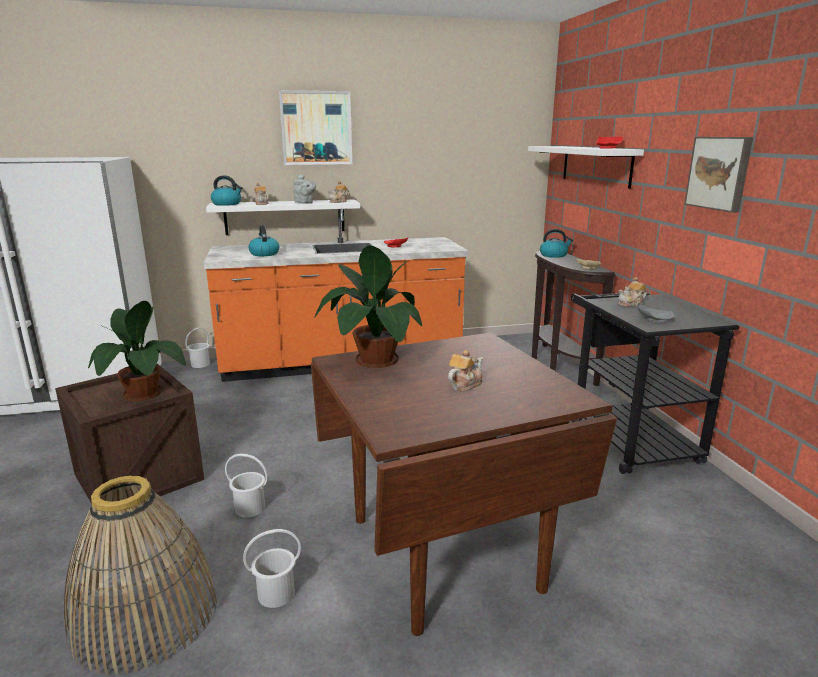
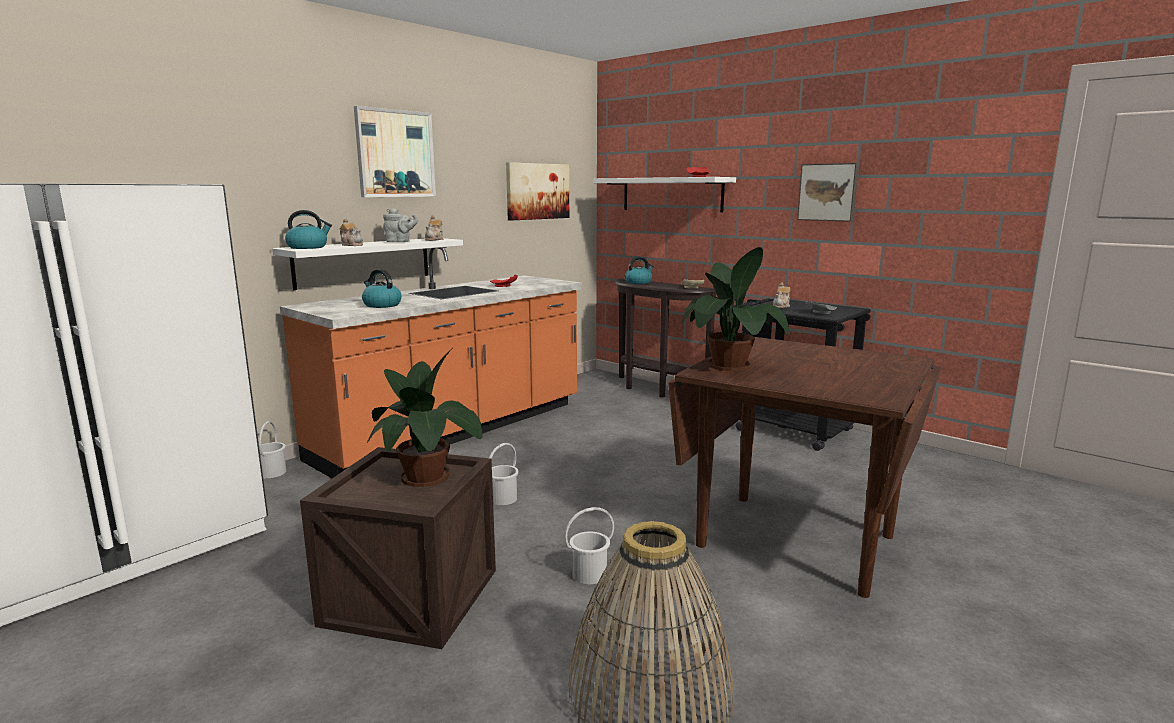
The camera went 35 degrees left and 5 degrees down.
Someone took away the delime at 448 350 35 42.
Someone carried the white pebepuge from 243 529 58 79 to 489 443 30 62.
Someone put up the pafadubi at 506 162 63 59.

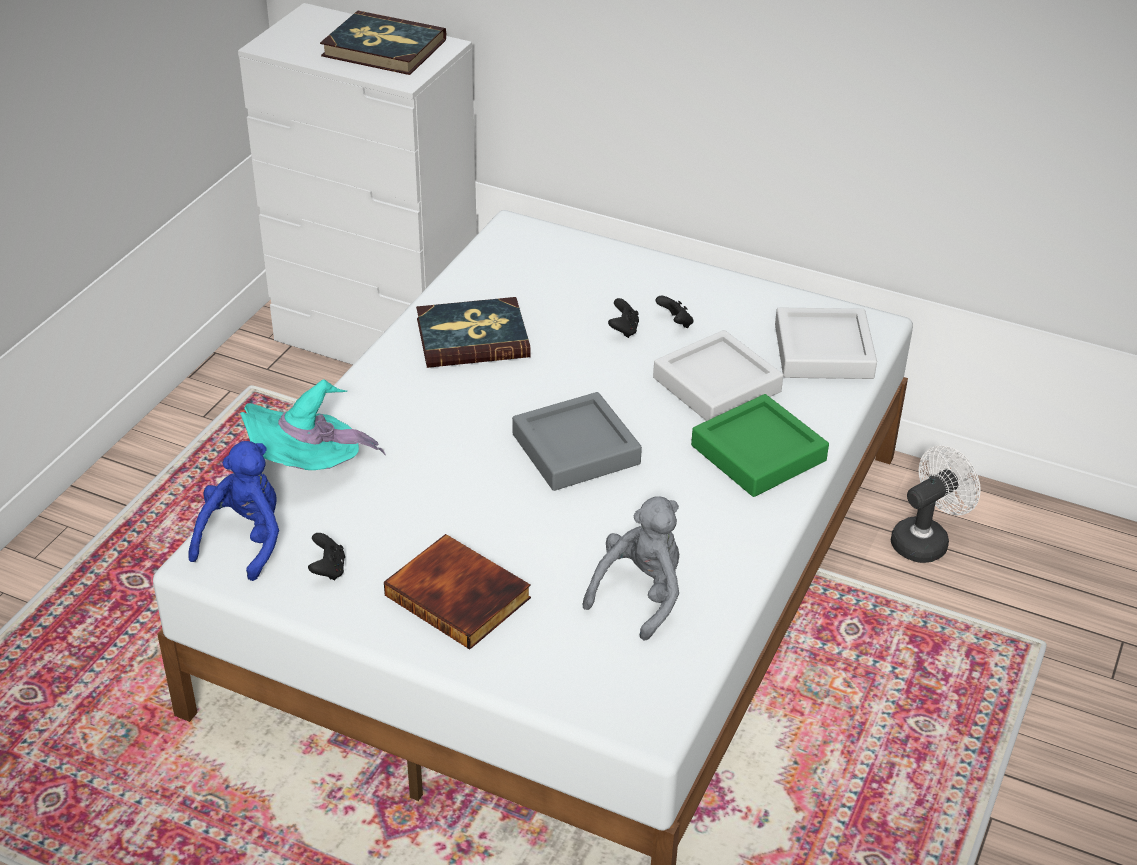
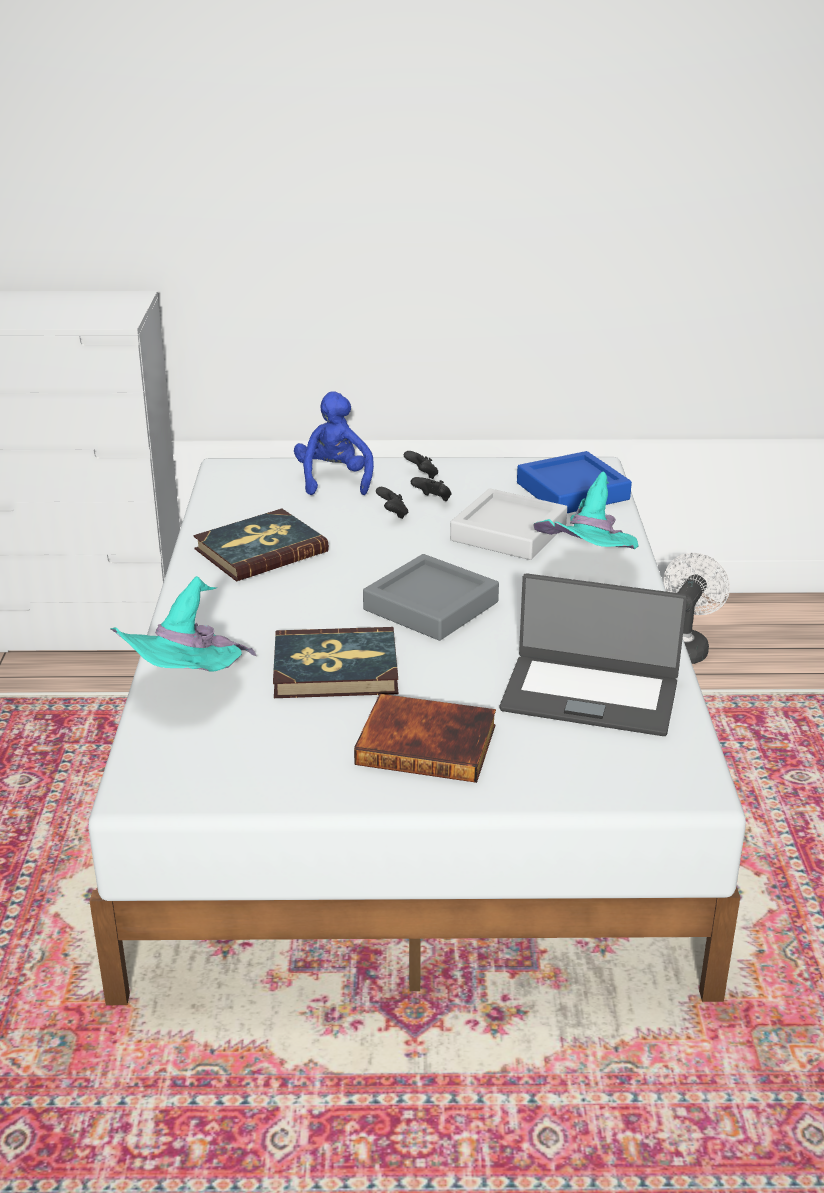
The camera went 25 degrees left and 10 degrees down.
Someone carried the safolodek from 320 11 126 64 to 273 627 125 71.
Someone repainted the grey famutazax at 775 308 102 71, which became the blue famutazax at 517 451 115 62.
Someone swapped the green famutazax at 691 394 138 103 for the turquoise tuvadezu at 533 472 106 77.
Someone carried the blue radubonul from 188 441 91 140 to 294 391 80 104.
Someone swapped the grey radubonul at 583 496 96 144 for the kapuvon at 500 573 187 163.
Someone carried the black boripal from 308 533 37 47 to 404 451 34 28.

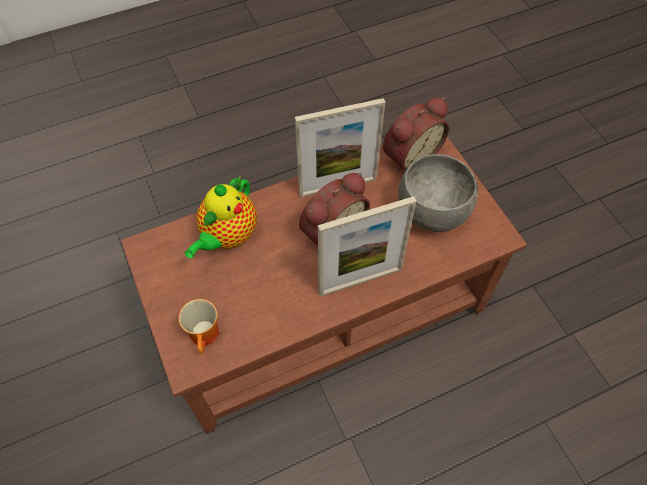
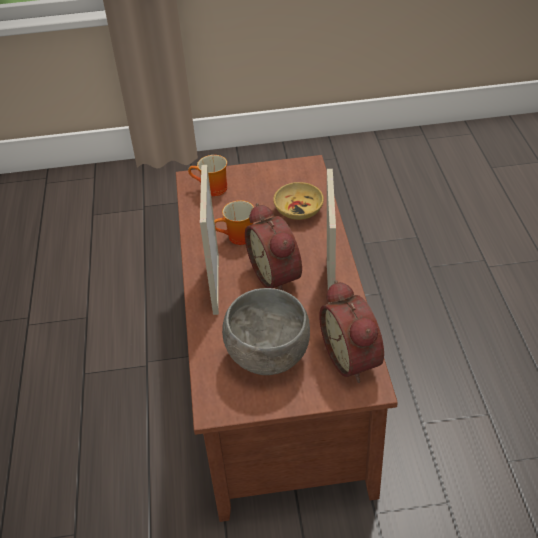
The camera went 110 degrees right and 15 degrees down.
Someone swapped the delime at 185 176 72 83 for the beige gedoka at 273 182 51 38.
Someone put down the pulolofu at 214 200 40 45.

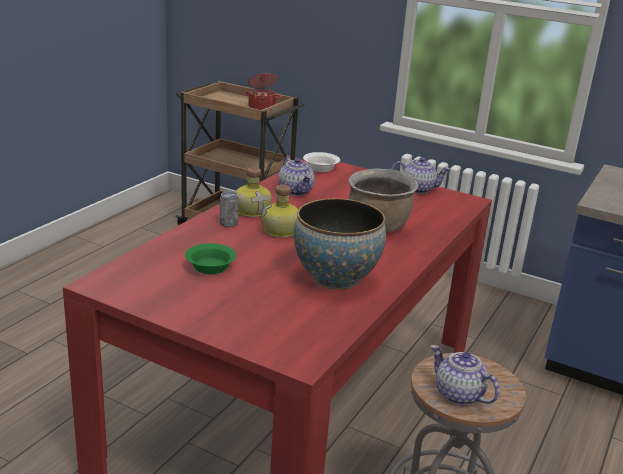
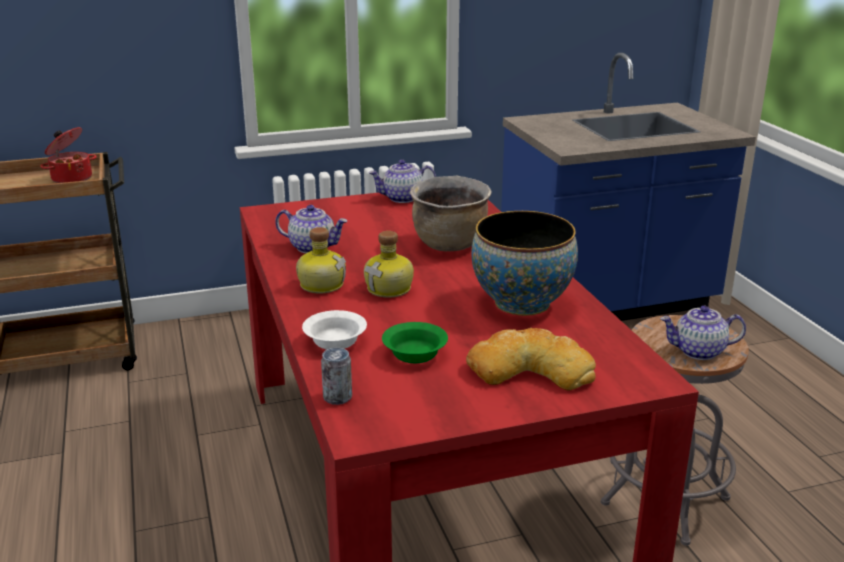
The camera went 45 degrees left and 0 degrees up.
Someone carried the white gedoka from 303 152 37 20 to 302 310 65 40.
Someone rotated the delime at 391 157 59 37 by 150 degrees counterclockwise.
Someone carried the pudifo from 220 192 19 35 to 321 348 31 57.
Someone put down the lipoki at 466 328 130 63.

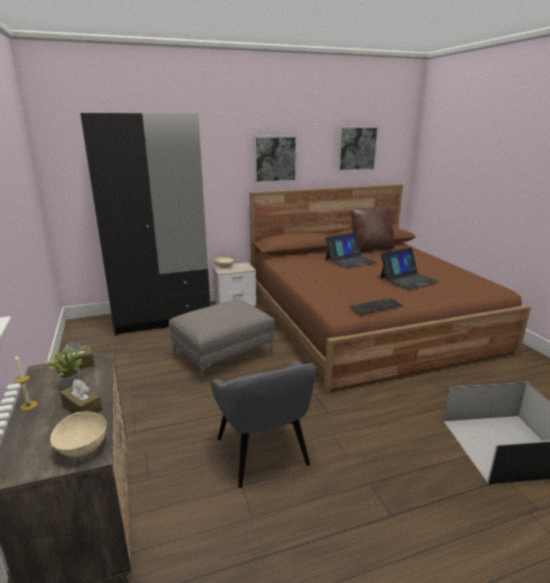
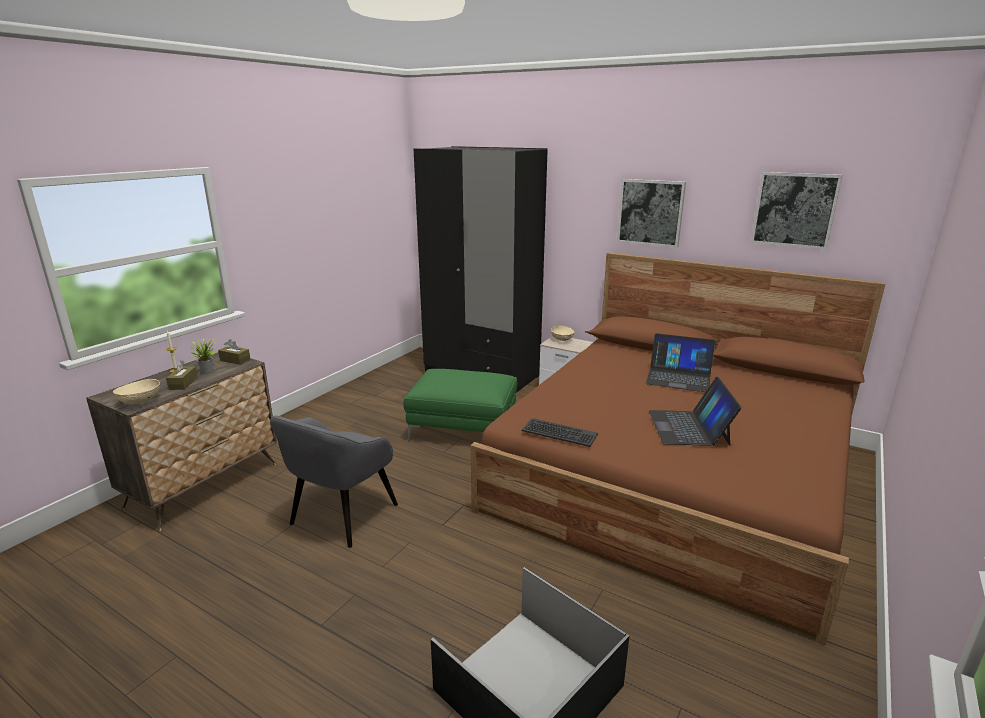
The camera went 50 degrees right and 0 degrees up.
Someone took away the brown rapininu at 351 206 44 47.
Someone rotated the kapuvon at 380 247 60 43 by 75 degrees clockwise.
Someone repainted the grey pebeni at 169 299 106 84, which became the green pebeni at 403 369 114 72.

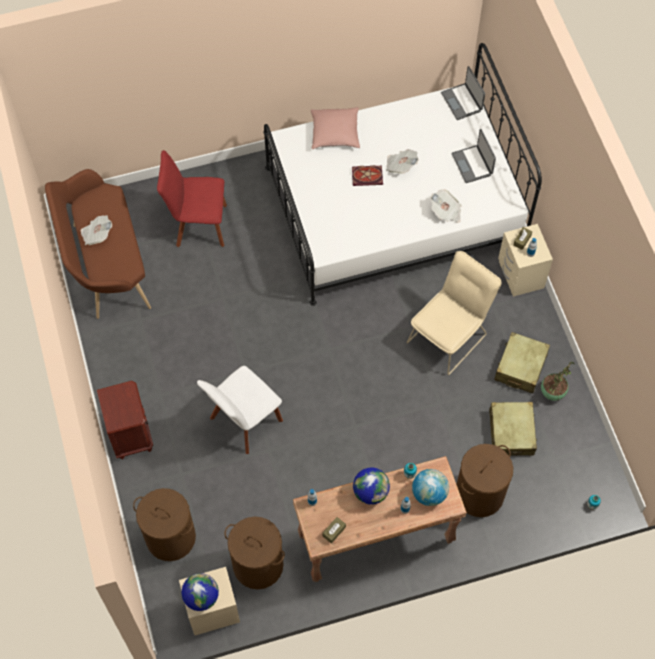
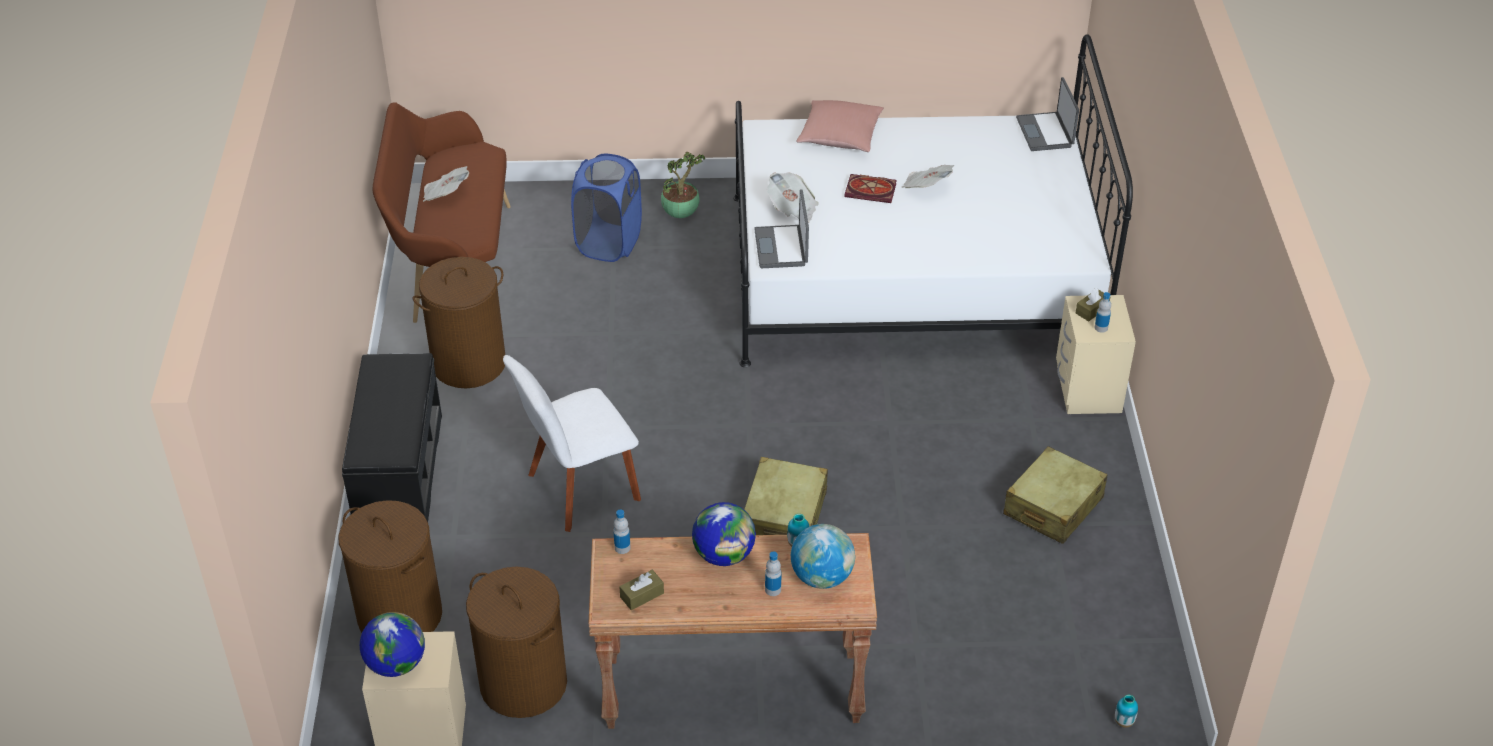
The camera went 15 degrees right and 20 degrees down.
Someone carried the kapuvon from 452 129 44 54 to 754 189 55 79.
Someone swapped the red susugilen at 157 150 70 97 for the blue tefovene at 571 154 71 108.
Someone carried the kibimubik from 431 189 30 34 to 766 172 53 51.
Someone took away the beige susugilen at 407 251 94 124.
Someone carried the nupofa from 541 362 33 39 to 661 152 44 66.
Someone swapped the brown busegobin at 97 381 56 78 for the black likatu at 342 353 100 169.
Someone carried the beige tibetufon from 489 402 48 53 to 744 457 84 78.
Someone carried the brown tefovene from 456 444 57 73 to 413 257 92 131.

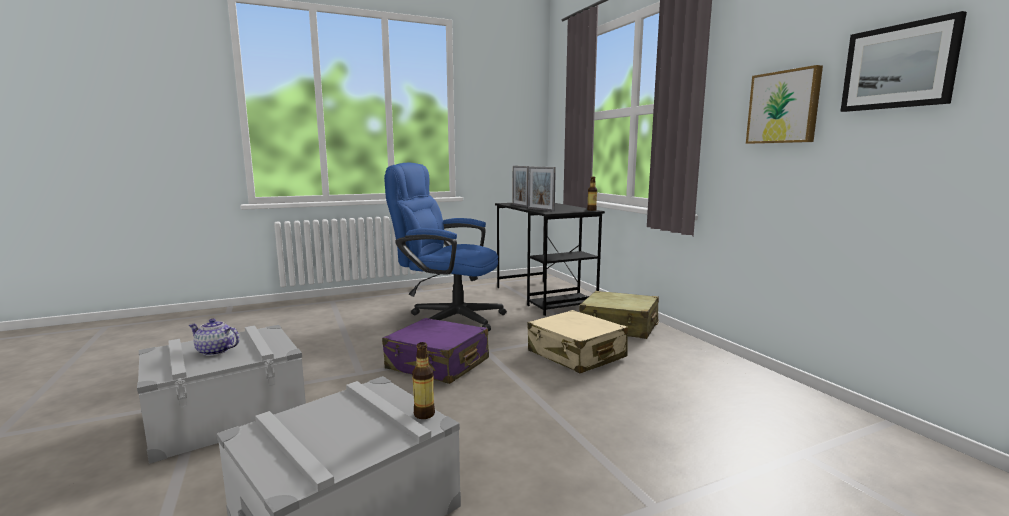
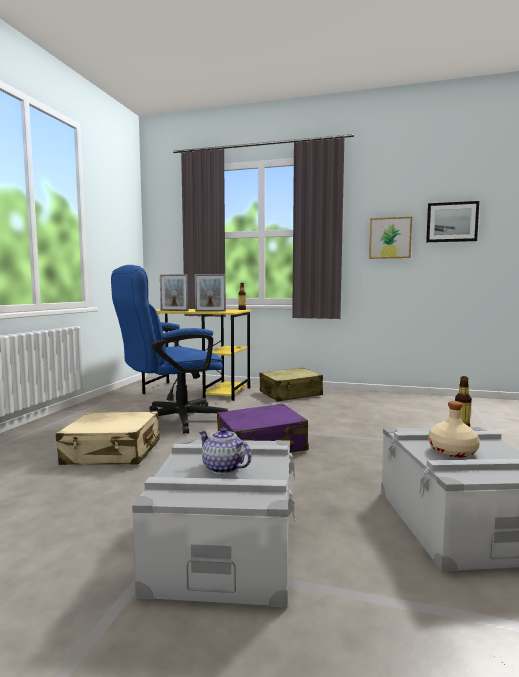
The camera went 50 degrees left and 5 degrees down.
Someone repainted the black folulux at 495 203 110 113, which became the yellow folulux at 142 309 110 92.
Someone carried the beige tibetufon from 527 310 101 63 to 56 412 104 53.
Someone rotated the delime at 189 318 51 38 by 75 degrees clockwise.
Someone put down the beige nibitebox at 428 401 52 57.

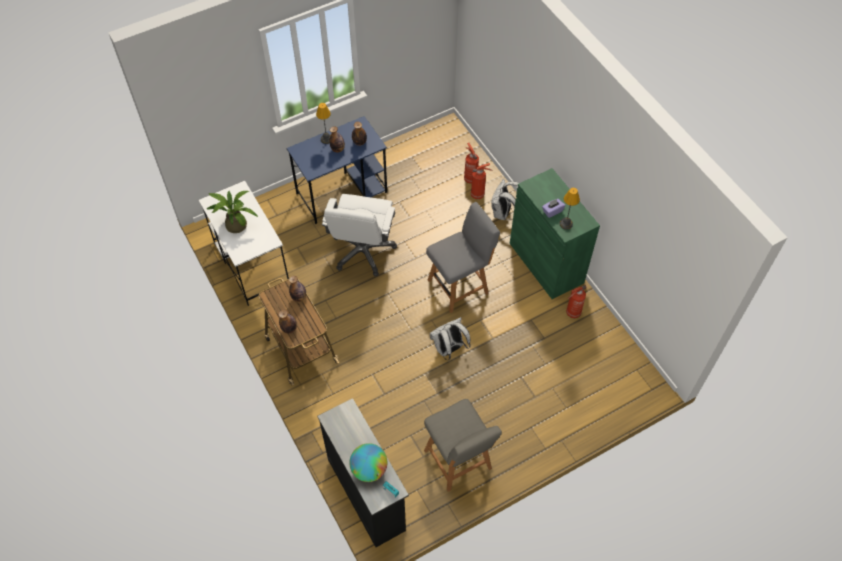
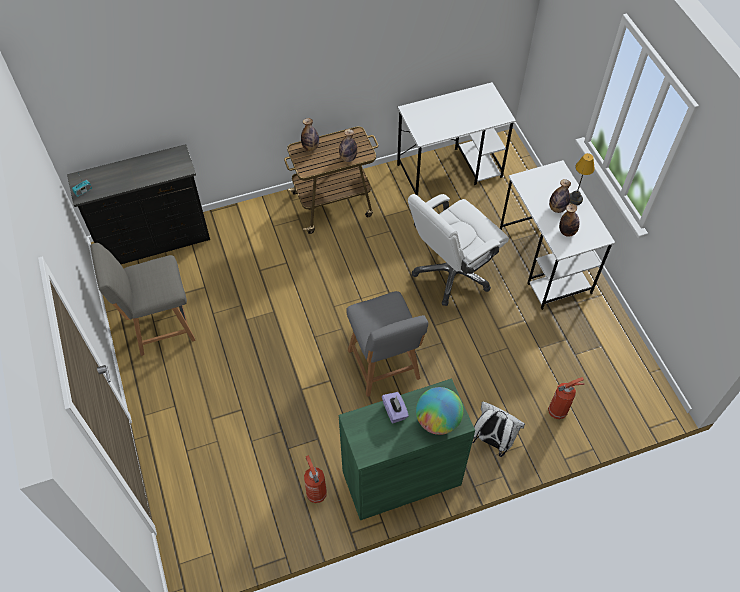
The camera went 100 degrees right and 0 degrees up.
Someone repainted the blue folulux at 287 116 100 108, which became the white folulux at 500 160 115 150.
Someone took away the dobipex at 471 163 21 36.
Someone took away the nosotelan at 560 188 20 42.
Someone took away the nupofa at 206 191 53 42.
Someone rotated the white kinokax at 322 194 75 82 by 60 degrees counterclockwise.
Someone took away the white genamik at 430 317 41 43.
Someone carried the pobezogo from 349 443 39 39 to 416 387 47 48.

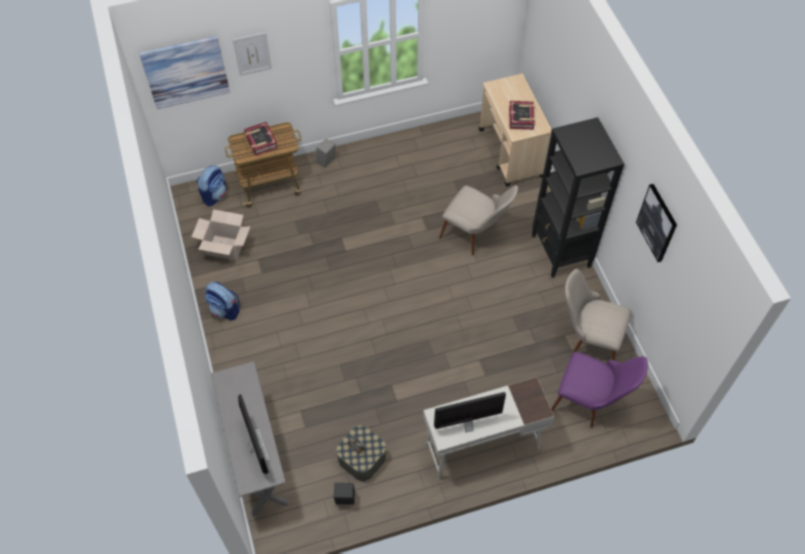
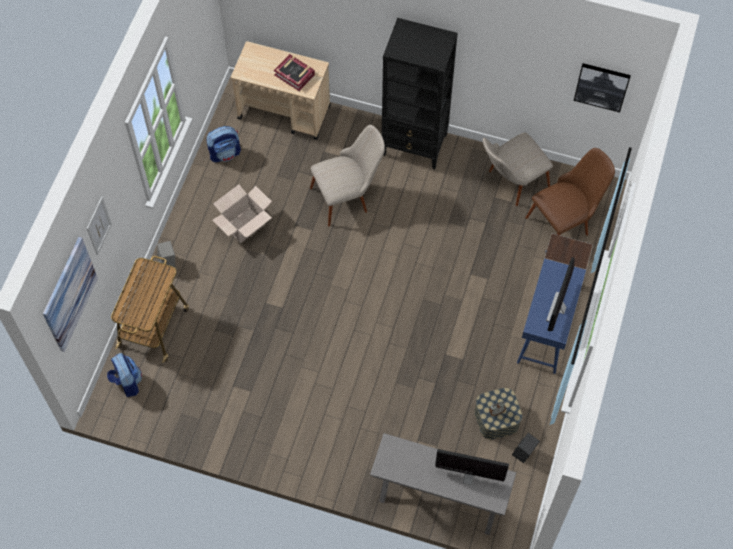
The camera went 55 degrees left and 5 degrees up.
Someone took away the safolodek at 244 122 34 34.
Someone carried the pafadubi from 636 184 41 78 to 574 63 57 49.
Someone carried the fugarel from 192 209 58 51 to 212 184 60 60.
Someone carried the genamik from 205 282 35 39 to 207 126 34 36.
Someone repainted the purple susugilen at 551 352 97 76, which became the brown susugilen at 526 148 89 88.
Someone repainted the white folulux at 423 377 131 103, which became the blue folulux at 517 233 76 141.

